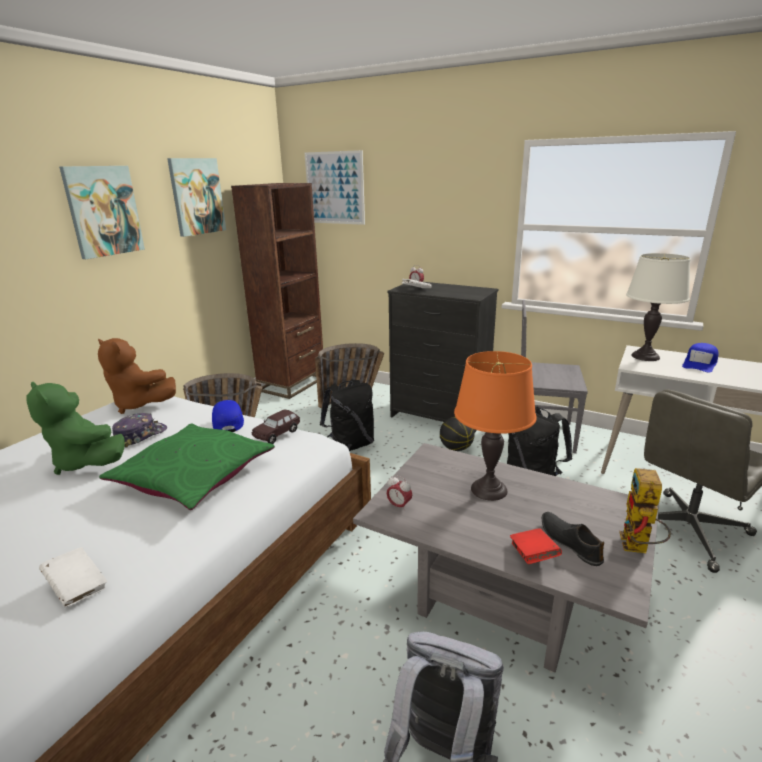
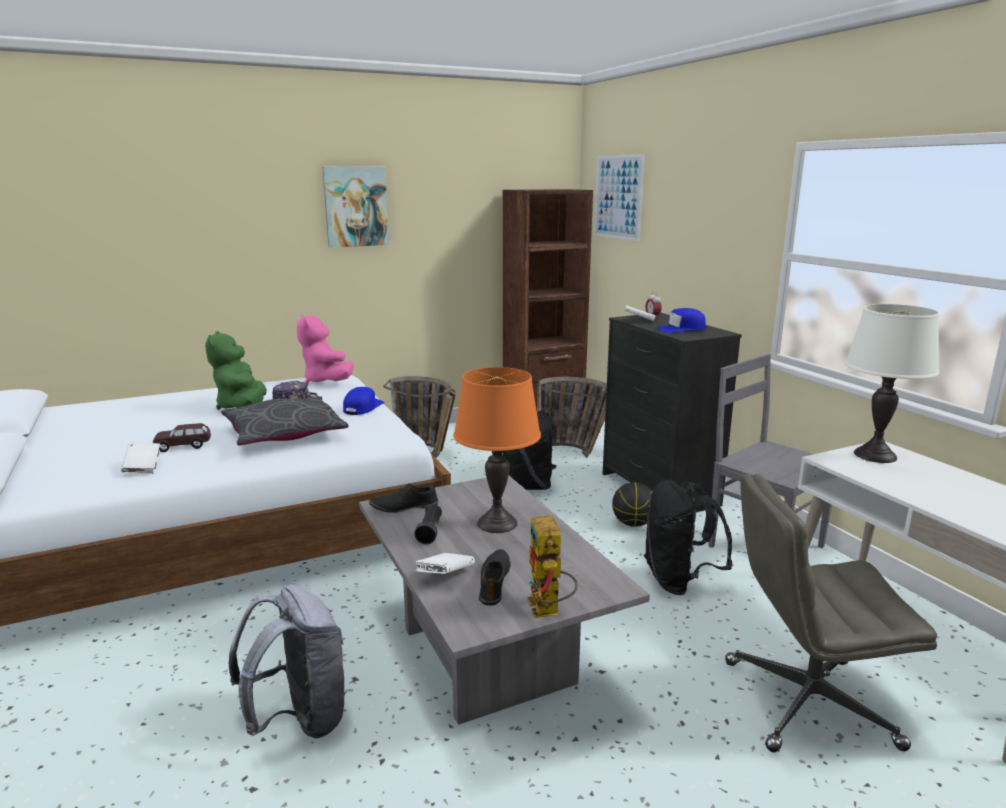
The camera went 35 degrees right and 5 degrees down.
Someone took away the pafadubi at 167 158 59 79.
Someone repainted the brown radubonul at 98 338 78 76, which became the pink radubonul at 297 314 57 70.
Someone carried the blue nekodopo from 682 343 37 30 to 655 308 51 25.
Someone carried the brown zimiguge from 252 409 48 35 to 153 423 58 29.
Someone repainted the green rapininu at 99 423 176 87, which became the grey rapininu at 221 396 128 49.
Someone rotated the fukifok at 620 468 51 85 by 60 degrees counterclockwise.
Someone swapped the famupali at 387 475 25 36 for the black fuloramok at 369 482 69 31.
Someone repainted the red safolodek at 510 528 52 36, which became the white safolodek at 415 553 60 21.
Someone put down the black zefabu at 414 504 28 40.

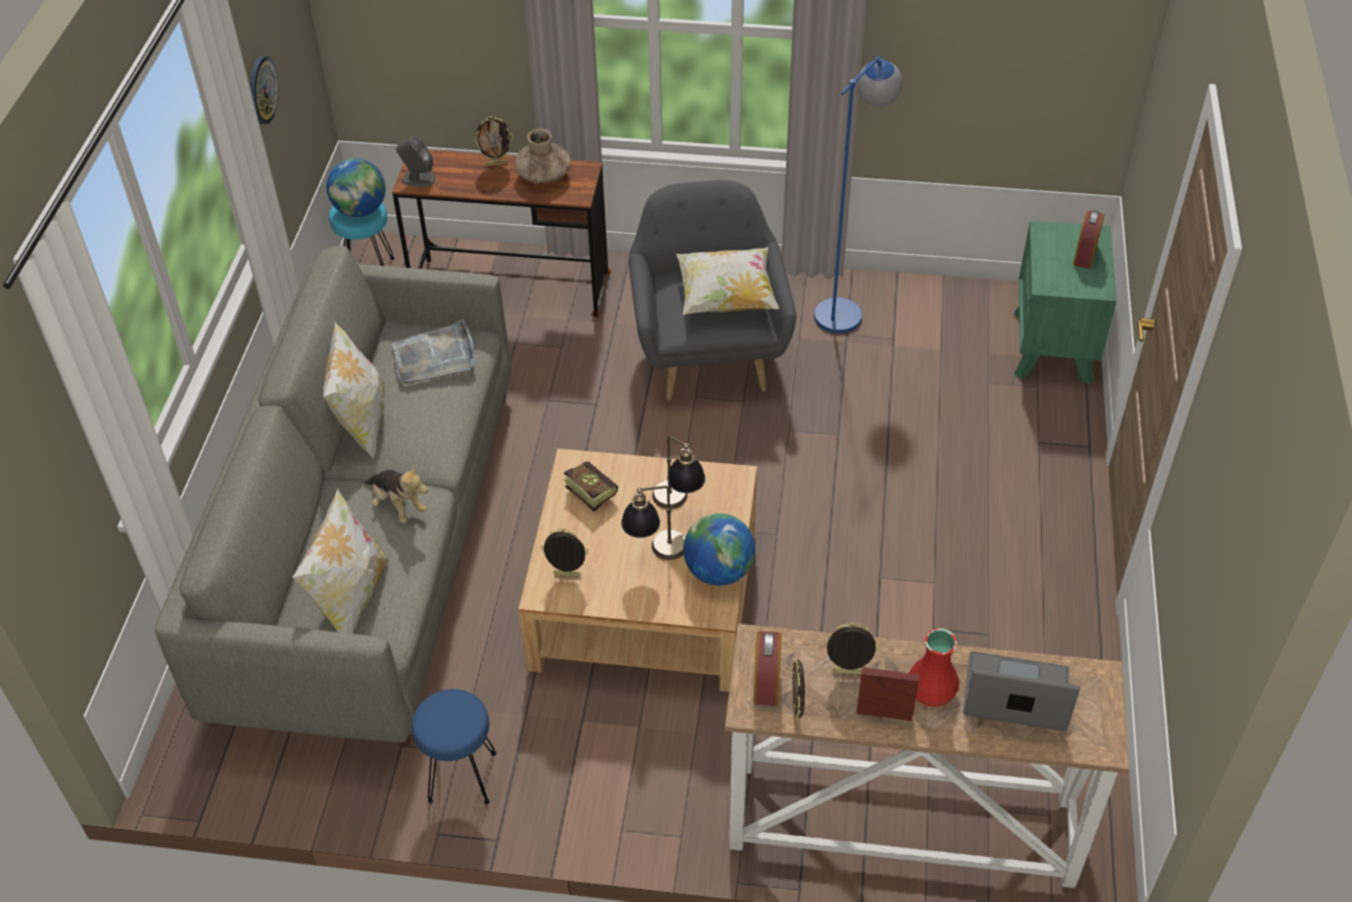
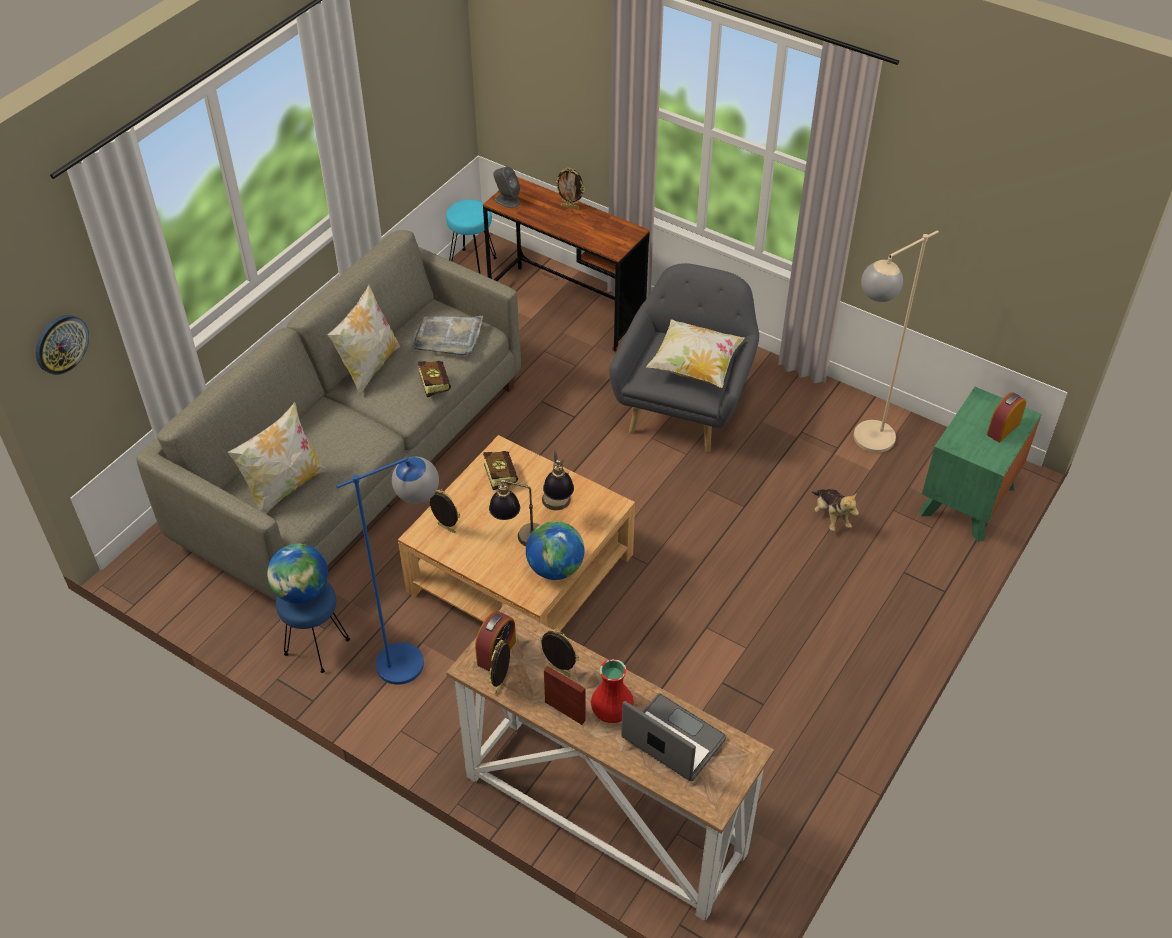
The camera went 25 degrees right and 0 degrees up.
Someone carried the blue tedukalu from 814 55 89 278 to 336 457 103 228.
Someone carried the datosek from 250 56 29 68 to 36 315 53 60.
Someone took away the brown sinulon at 514 129 57 55.
Someone carried the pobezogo from 327 158 58 59 to 267 544 61 59.
Someone carried the radubonul from 364 465 64 58 to 812 489 47 42.
Someone put down the beige tedukalu at 854 230 85 223.
Someone put down the safolodek at 418 361 33 36.

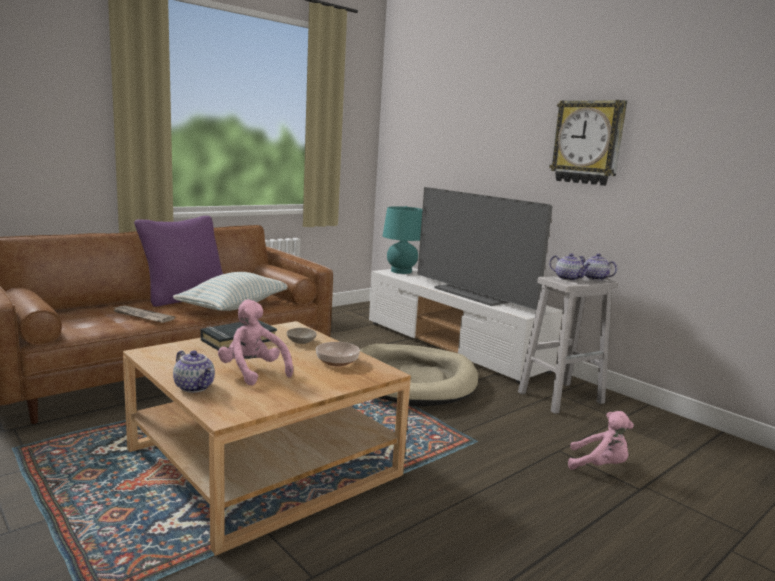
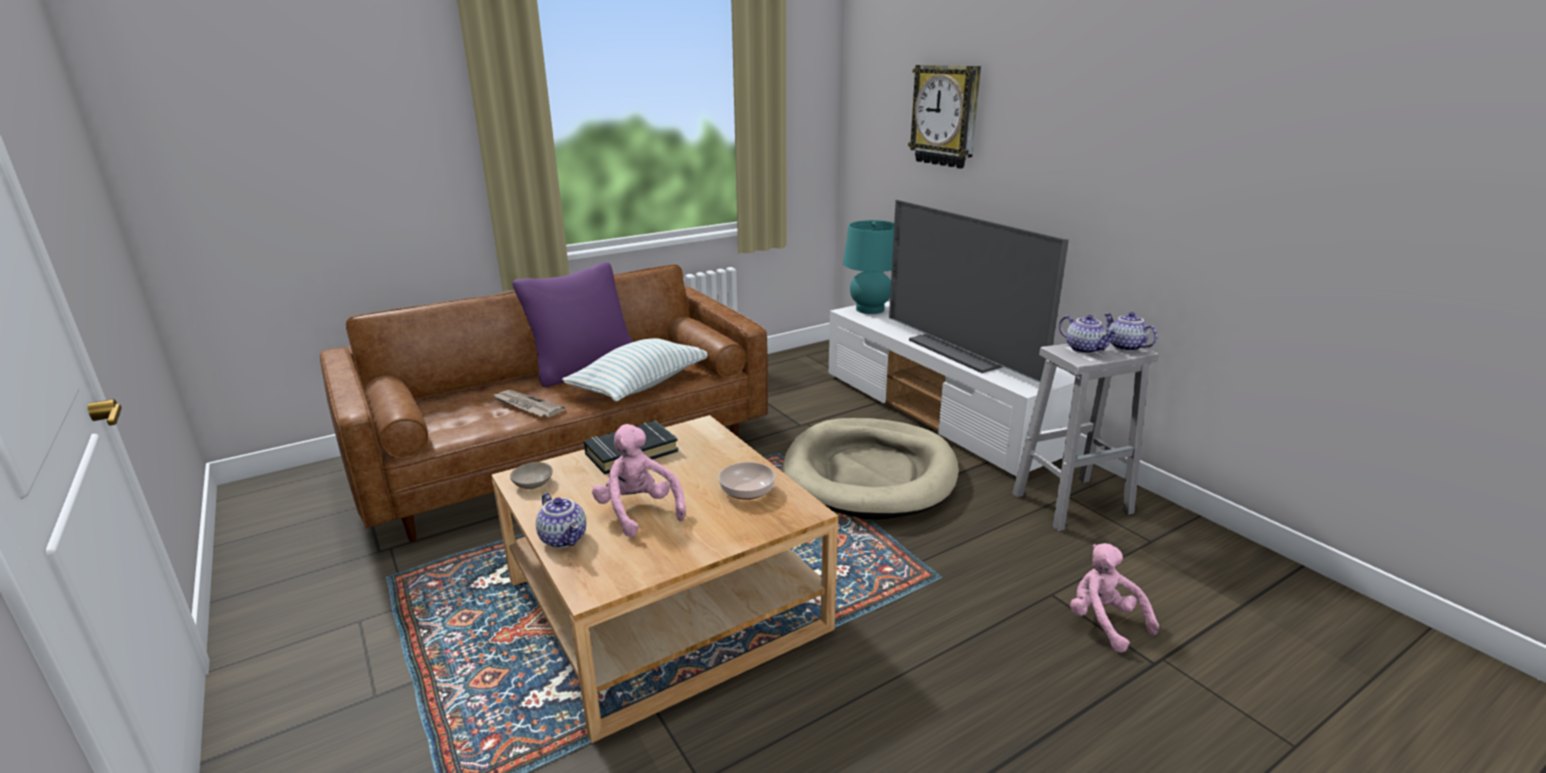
The camera went 10 degrees right and 10 degrees up.
Someone carried the datosek from 549 100 78 86 to 908 65 73 104.
Someone carried the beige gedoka from 287 328 30 16 to 510 462 43 27.
Someone rotated the pink radubonul at 568 411 66 59 by 150 degrees counterclockwise.

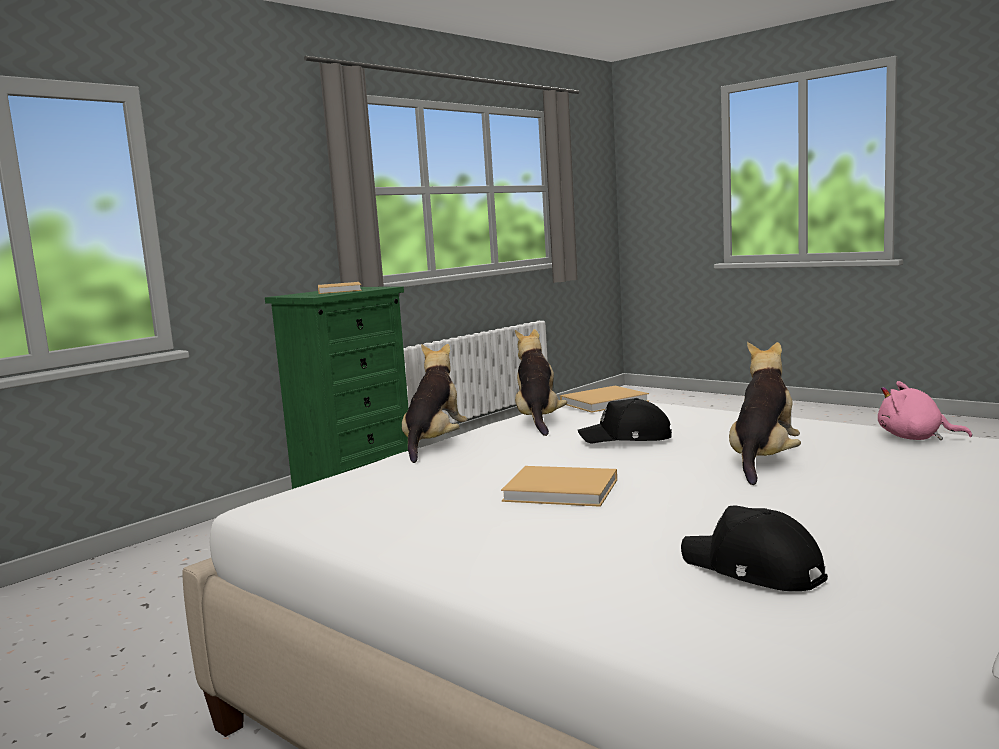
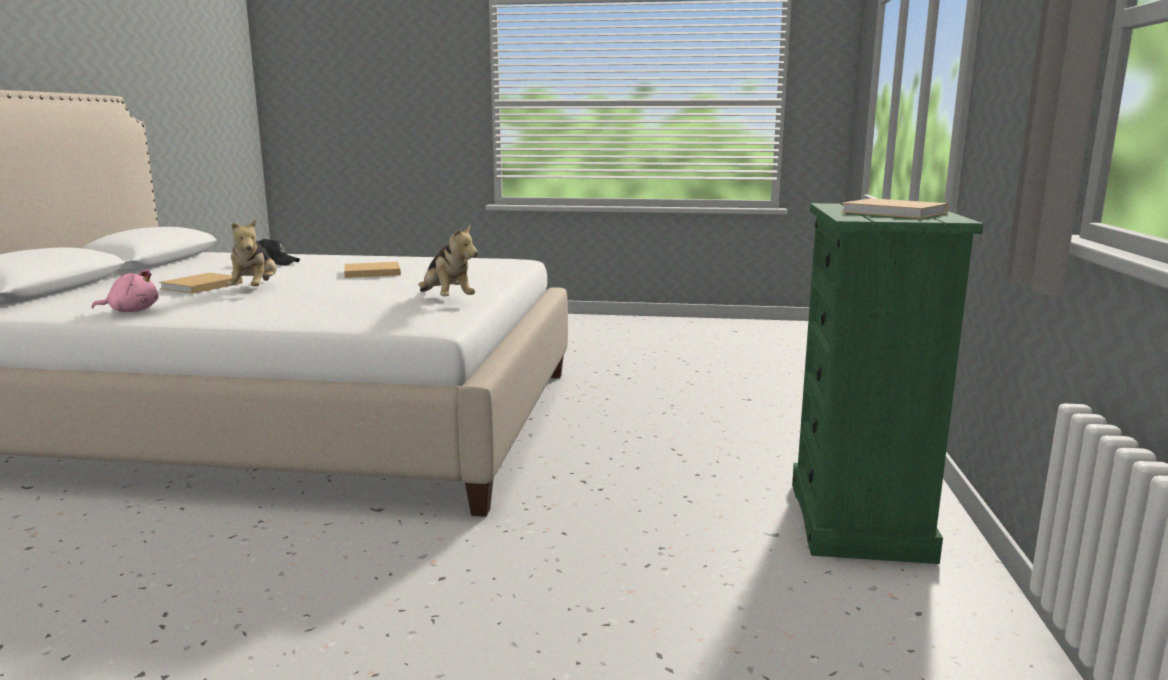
The camera went 145 degrees right and 5 degrees up.
Someone took away the radubonul at 402 344 66 119.
Someone carried the beige safolodek from 560 386 89 26 to 159 273 84 21.
Someone took away the black nekodopo at 578 398 94 45.

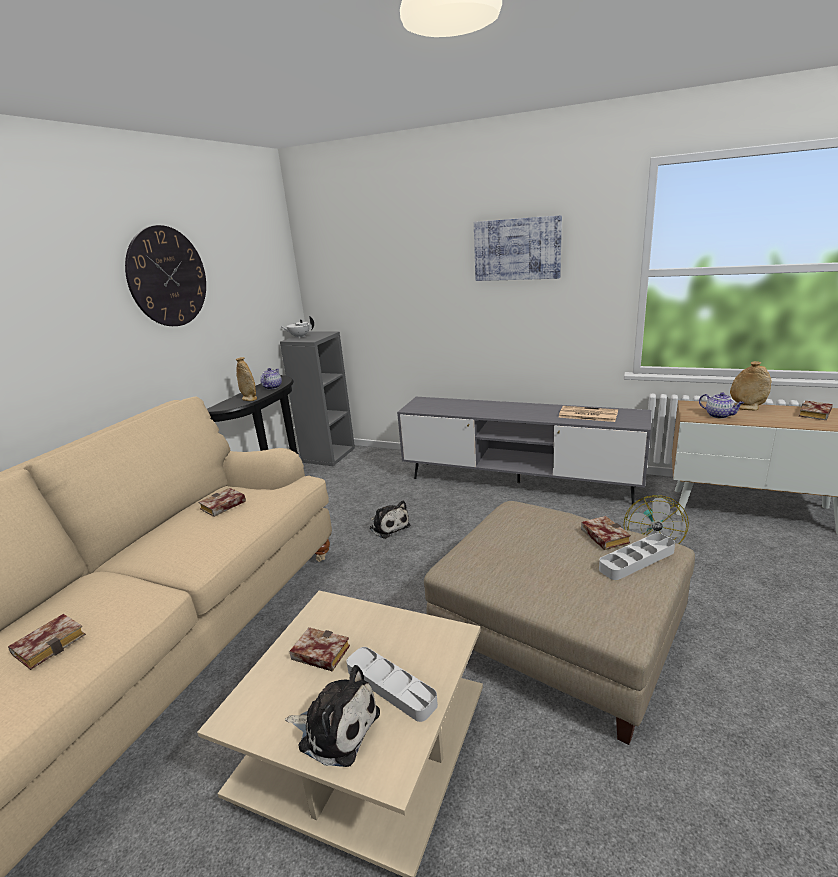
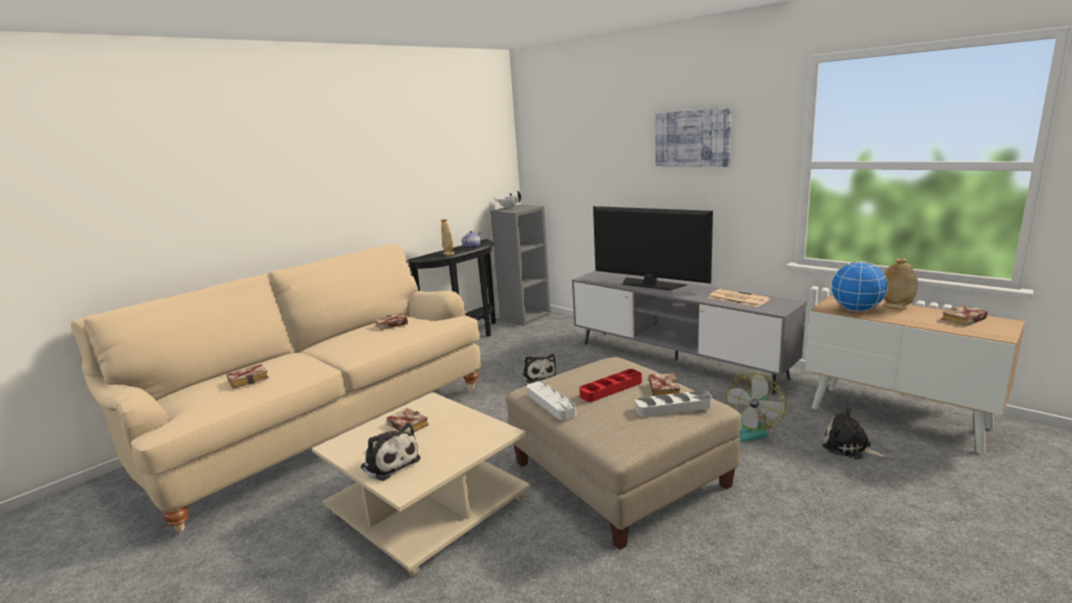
The camera went 20 degrees right and 5 degrees down.
Someone took away the datosek at 125 225 81 101.
Someone swapped the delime at 699 392 45 27 for the pobezogo at 831 261 57 51.
Someone carried the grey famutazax from 347 647 91 75 to 527 381 50 39.
Someone put down the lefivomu at 593 206 120 84.
Someone put down the red famutazax at 579 369 63 33.
Someone put down the radubonul at 822 407 65 53.

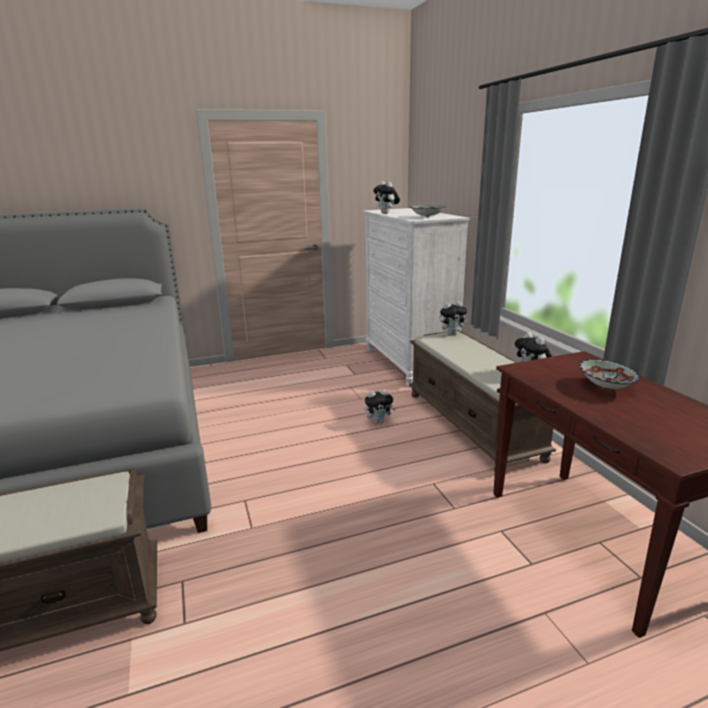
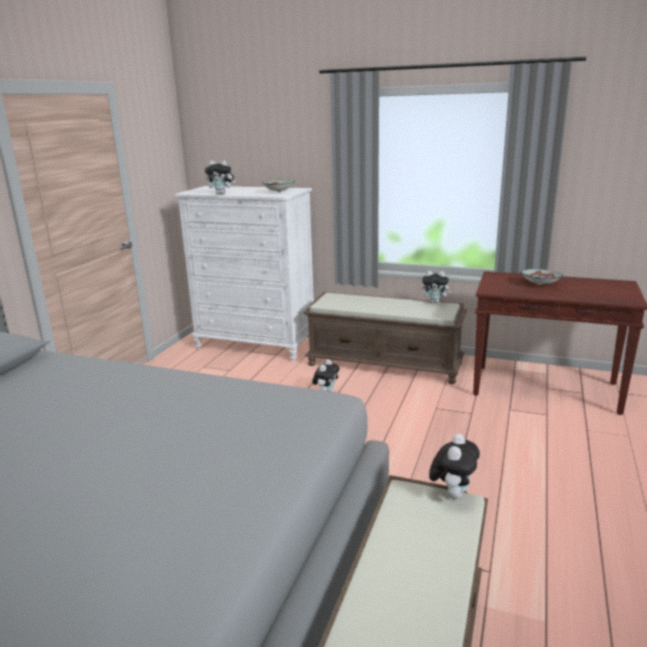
The camera went 50 degrees left and 0 degrees up.
Someone carried the radubonul from 440 301 27 34 to 429 434 51 65.

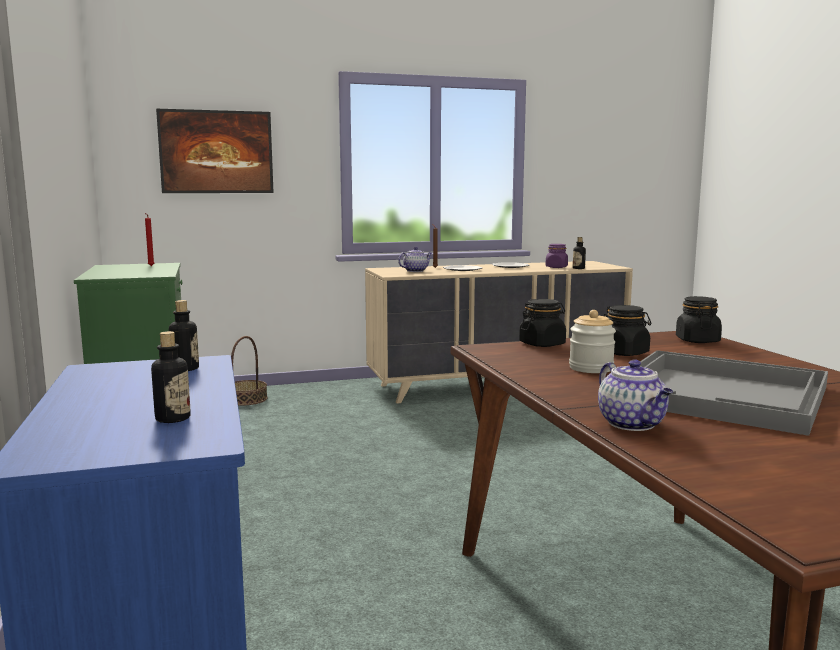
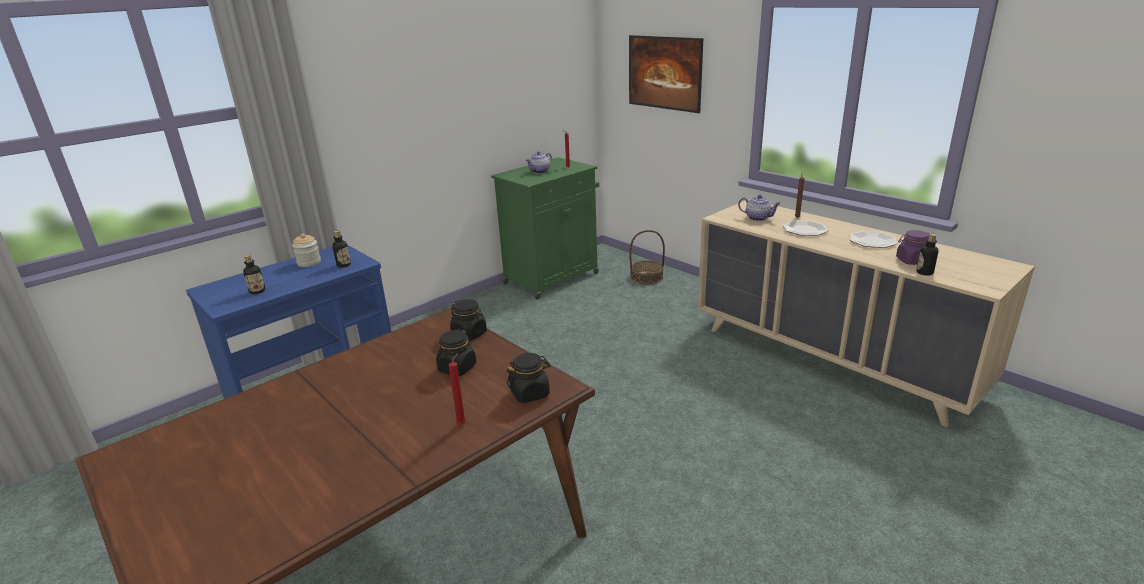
The camera went 65 degrees right and 15 degrees up.
Someone carried the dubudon from 569 310 47 63 to 292 234 29 33.
Someone took away the grey famutazax at 640 350 188 86.
Someone carried the delime from 598 359 75 72 to 526 151 26 22.
Someone put down the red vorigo at 449 353 17 72.

